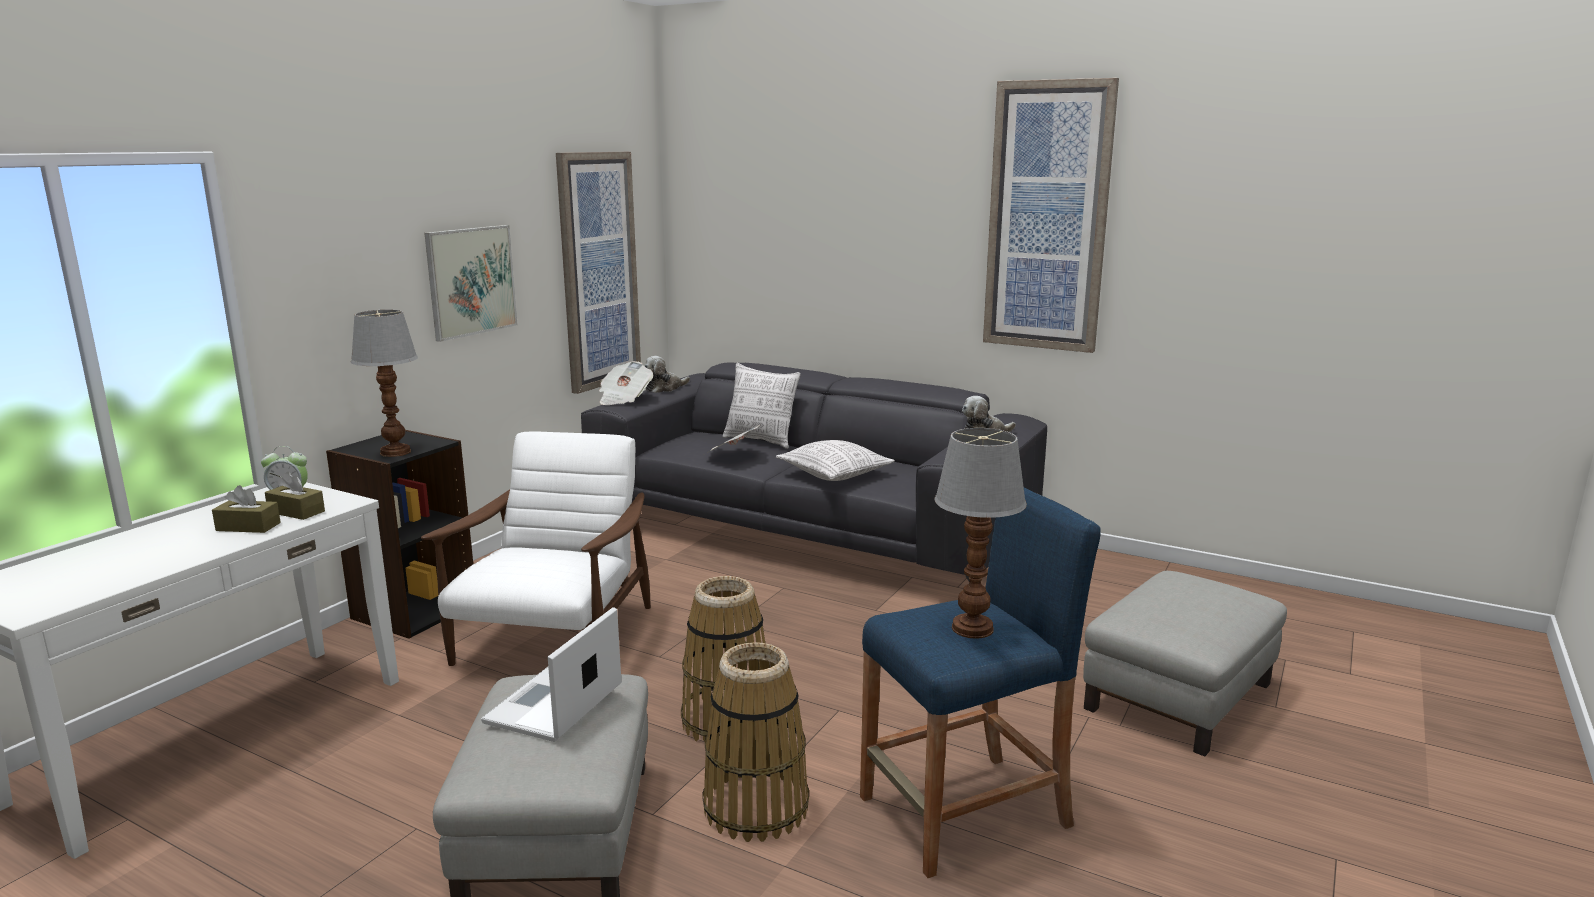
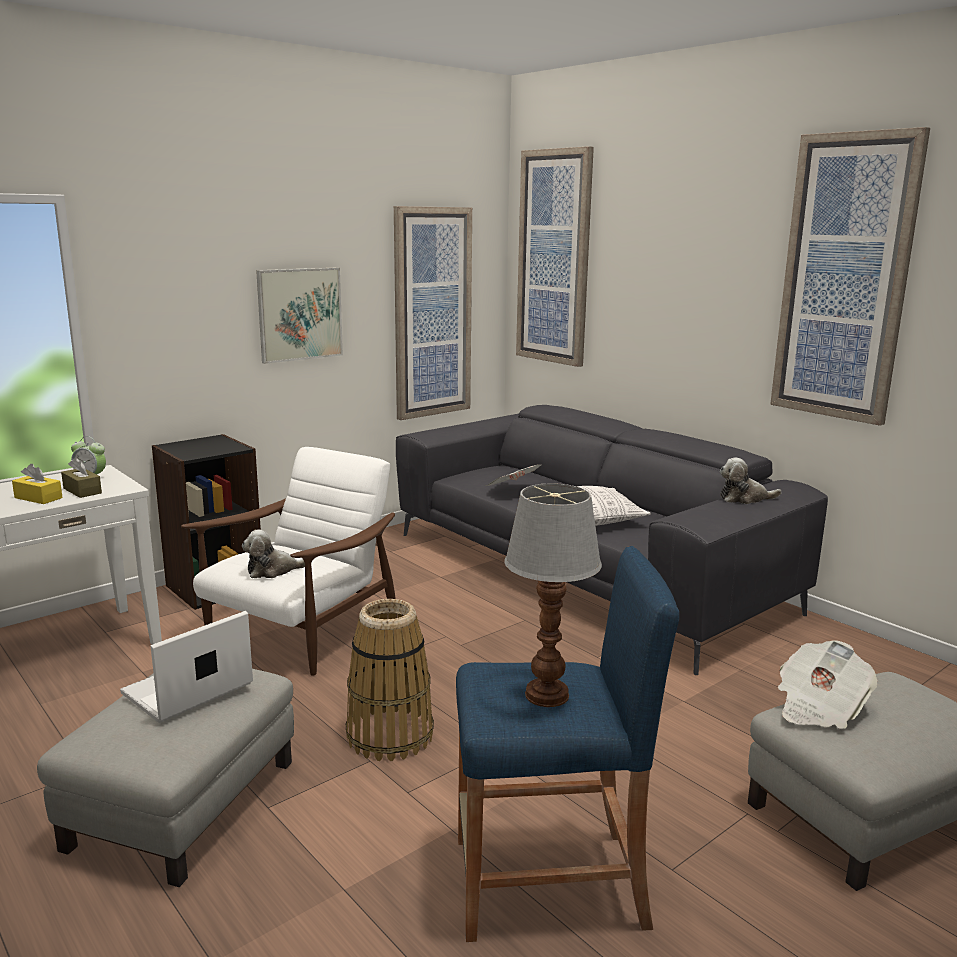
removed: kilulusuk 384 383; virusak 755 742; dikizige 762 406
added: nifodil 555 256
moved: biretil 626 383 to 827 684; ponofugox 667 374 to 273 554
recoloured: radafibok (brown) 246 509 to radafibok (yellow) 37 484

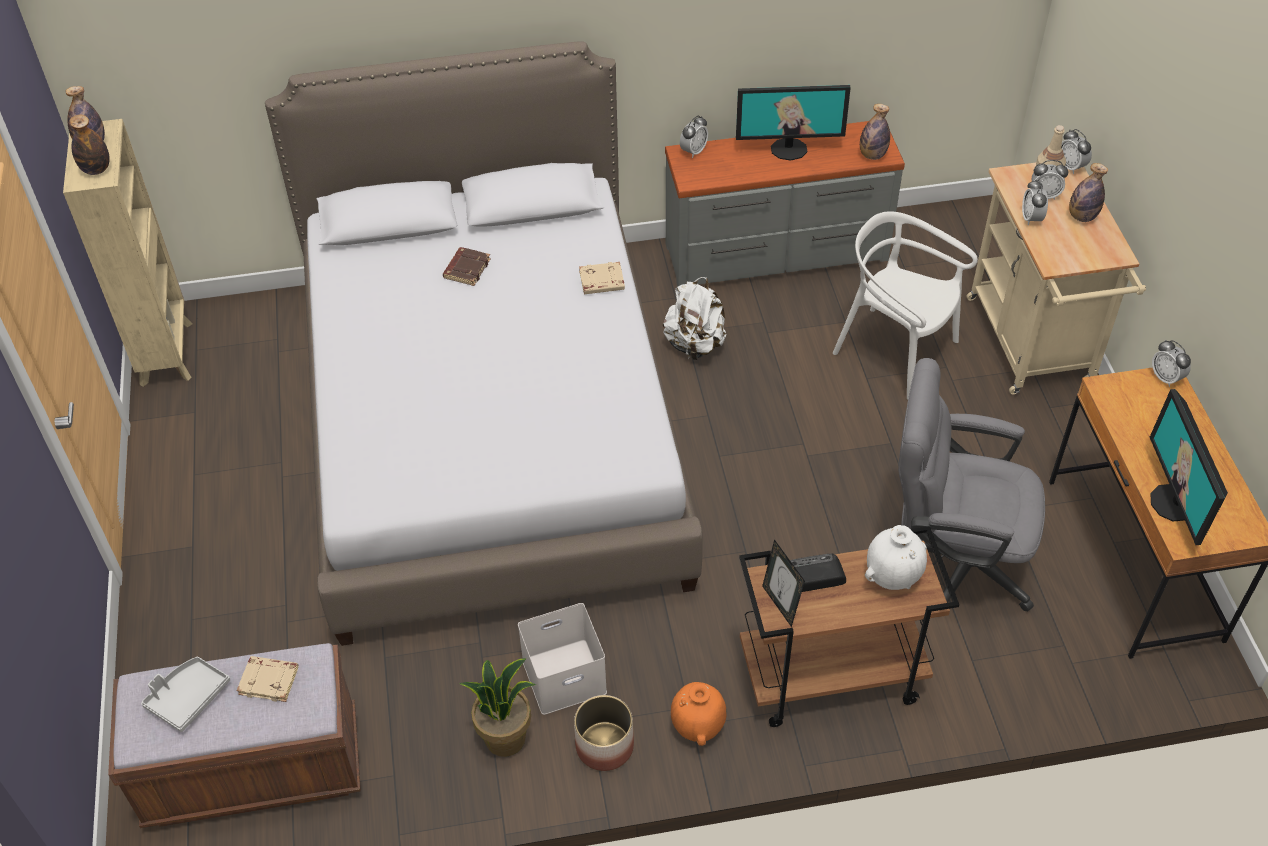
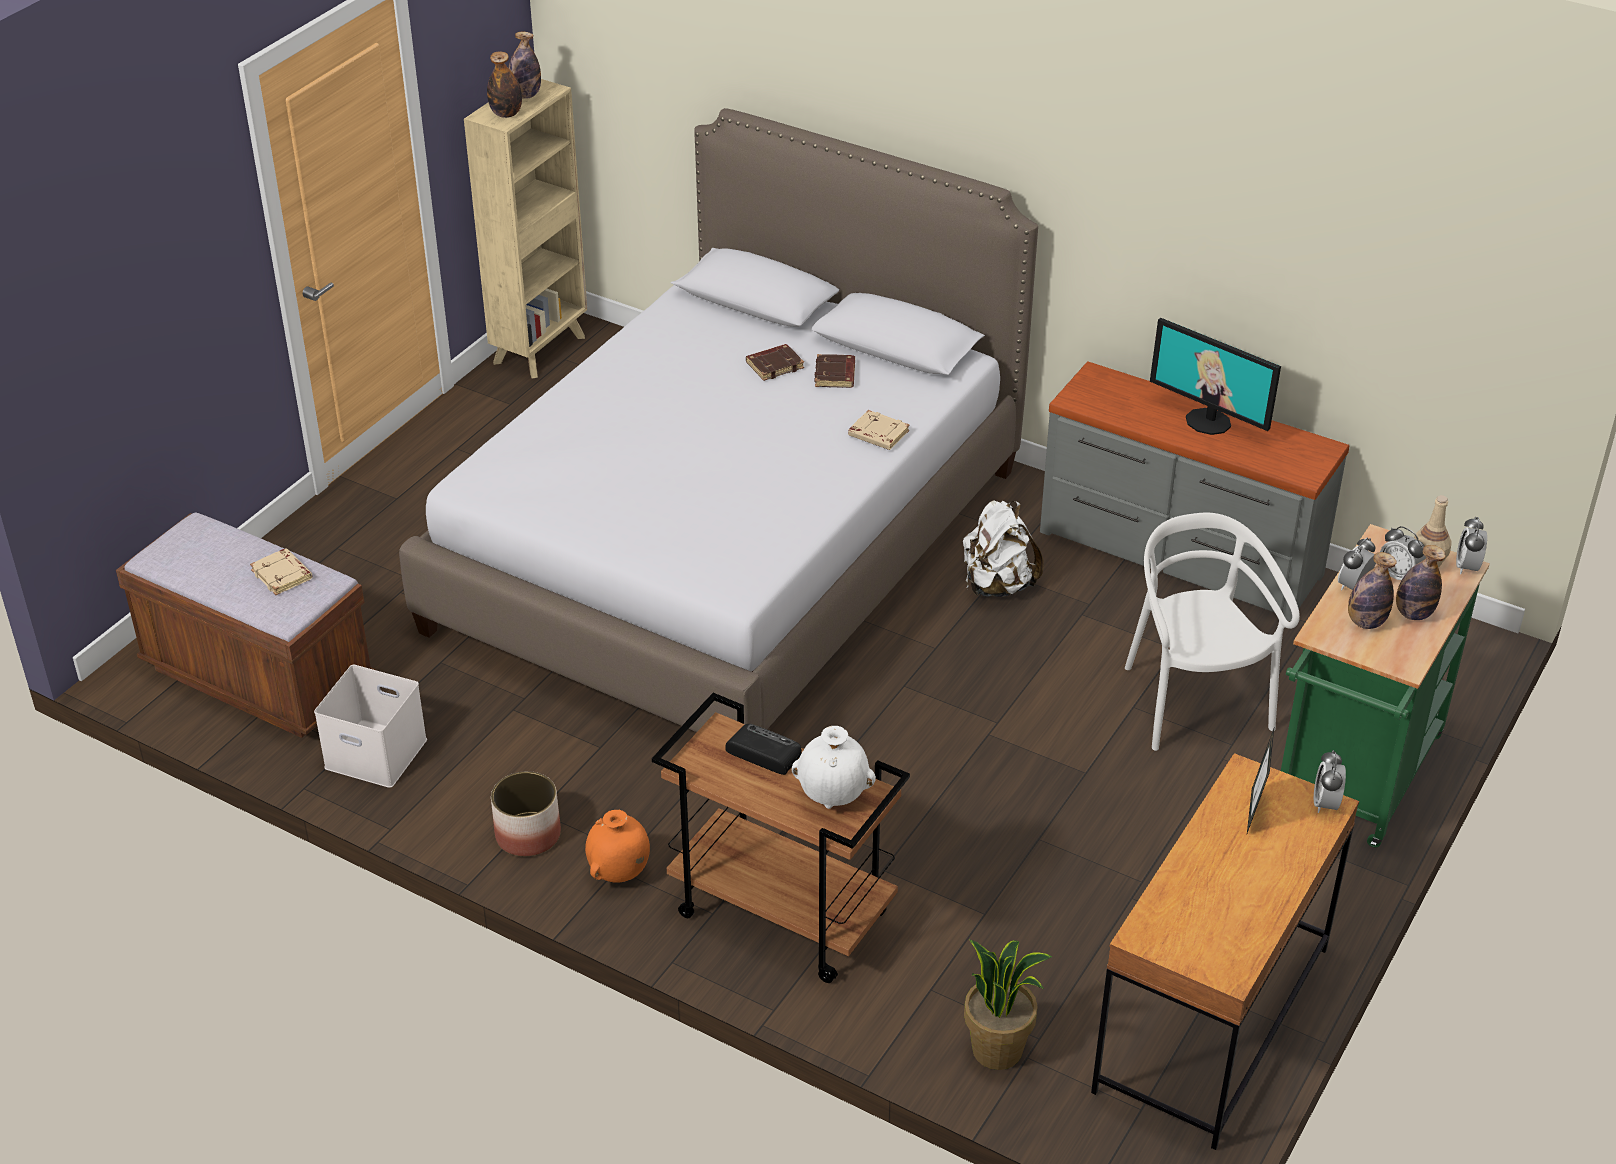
removed: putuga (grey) 185 694; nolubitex 694 137; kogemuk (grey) 971 485; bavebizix 1189 467
added: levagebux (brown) 834 371
moved: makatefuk 497 707 to 1008 1004; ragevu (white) 562 659 to 370 726; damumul 783 583 to 1260 781; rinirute 875 132 to 1372 590
recoloured: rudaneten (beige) 1056 279 to rudaneten (green) 1385 685

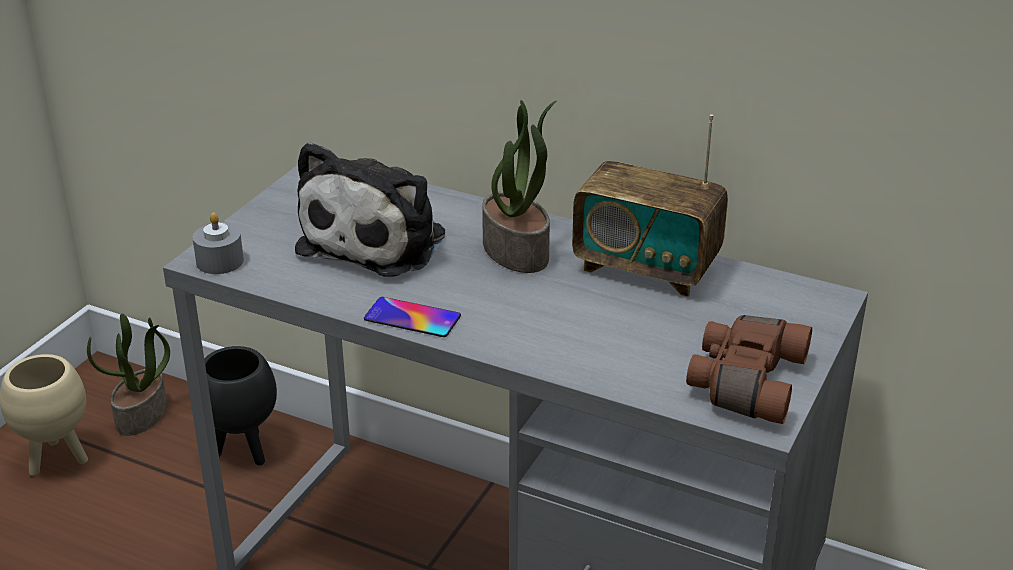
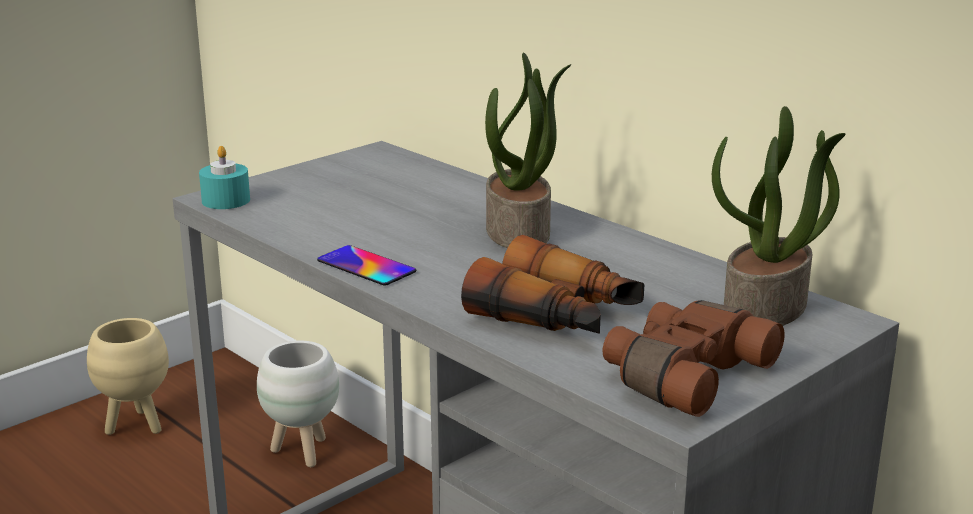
removed: ponofugox 370 209; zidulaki 650 205
added: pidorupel 553 284
moved: makatefuk 128 374 to 778 216
recoloured: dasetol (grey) 218 243 to dasetol (turquoise) 224 177; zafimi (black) 240 405 to zafimi (white) 298 404

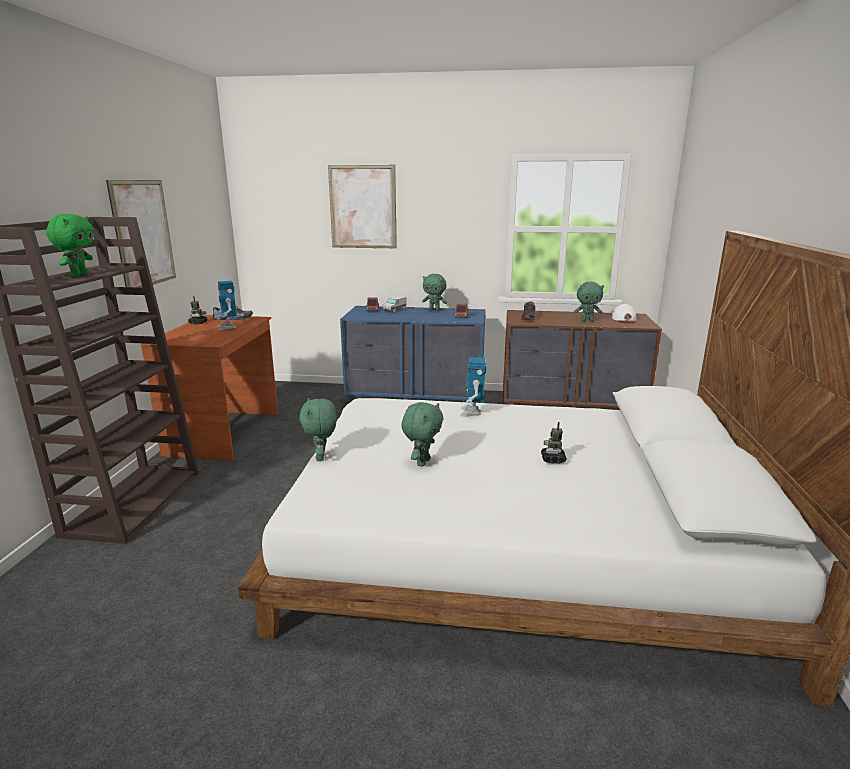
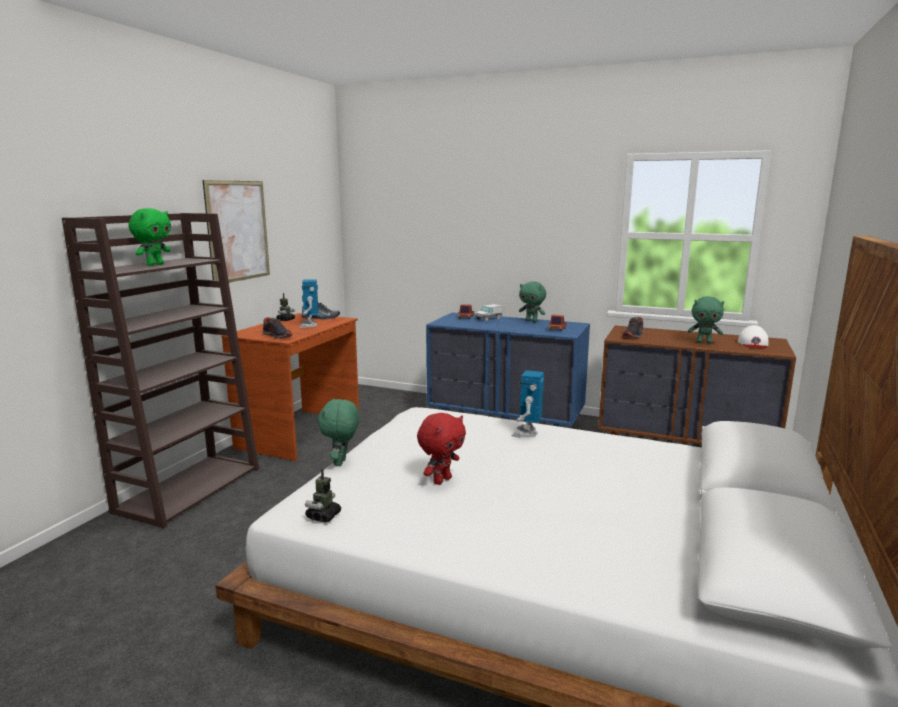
removed: nifodil 362 206
added: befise 277 328
moved: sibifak 554 442 to 323 495
recoloured: ponofugox (green) 422 434 to ponofugox (red) 441 449

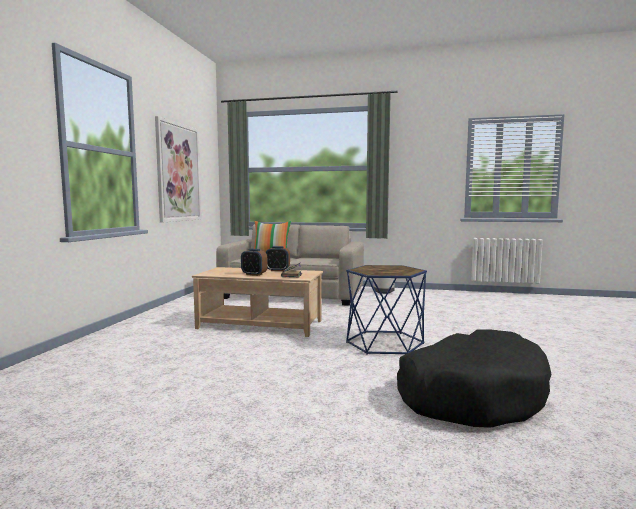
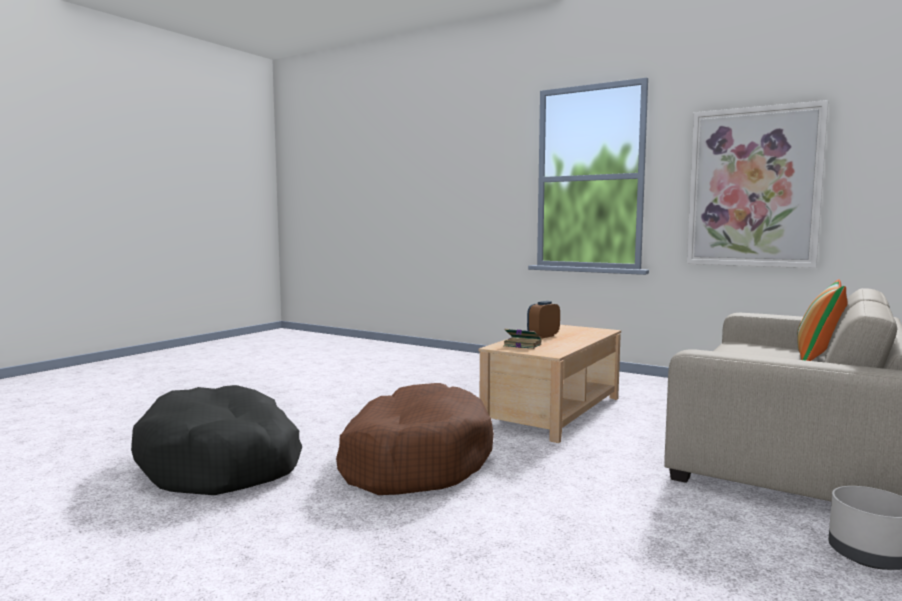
removed: nolubitex 278 258
replaced: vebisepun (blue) 386 310 to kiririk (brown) 415 439

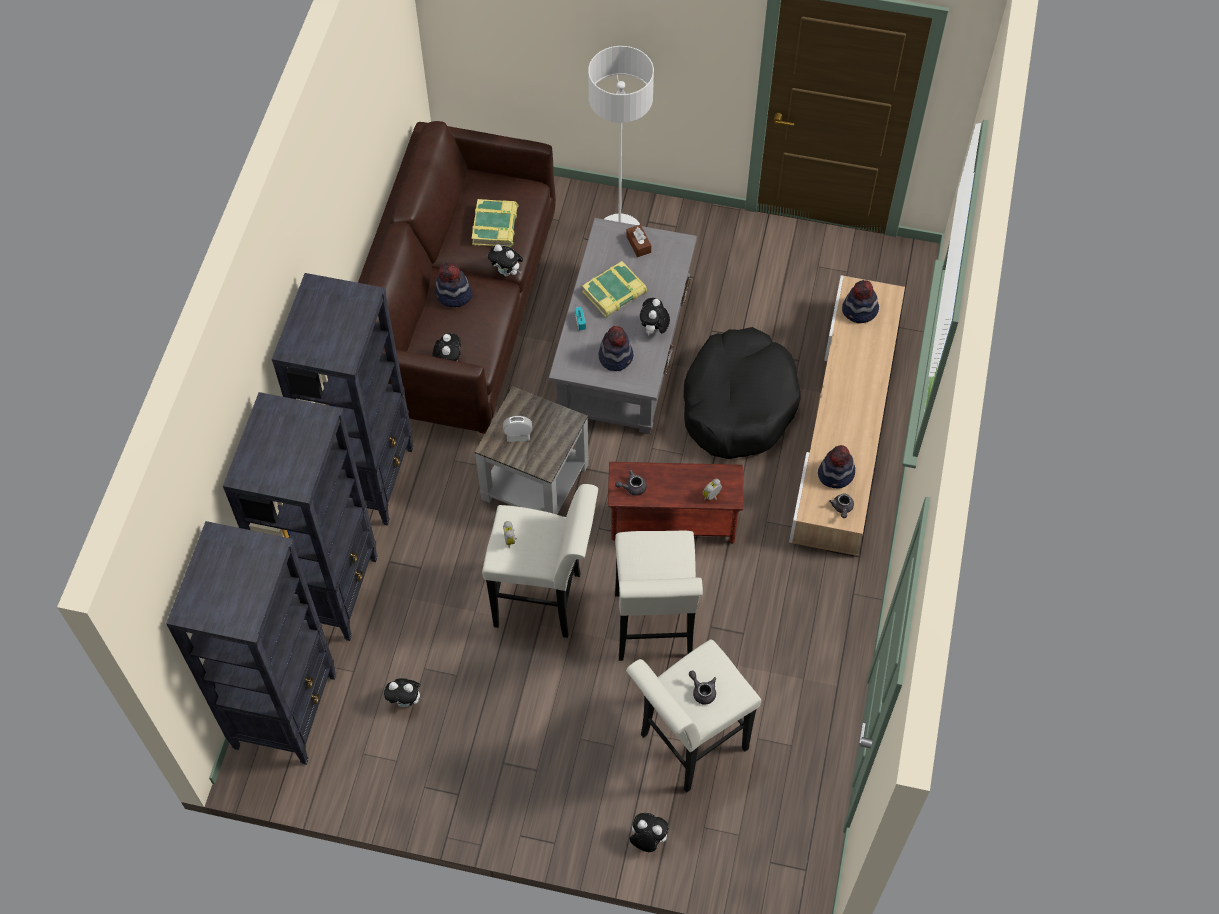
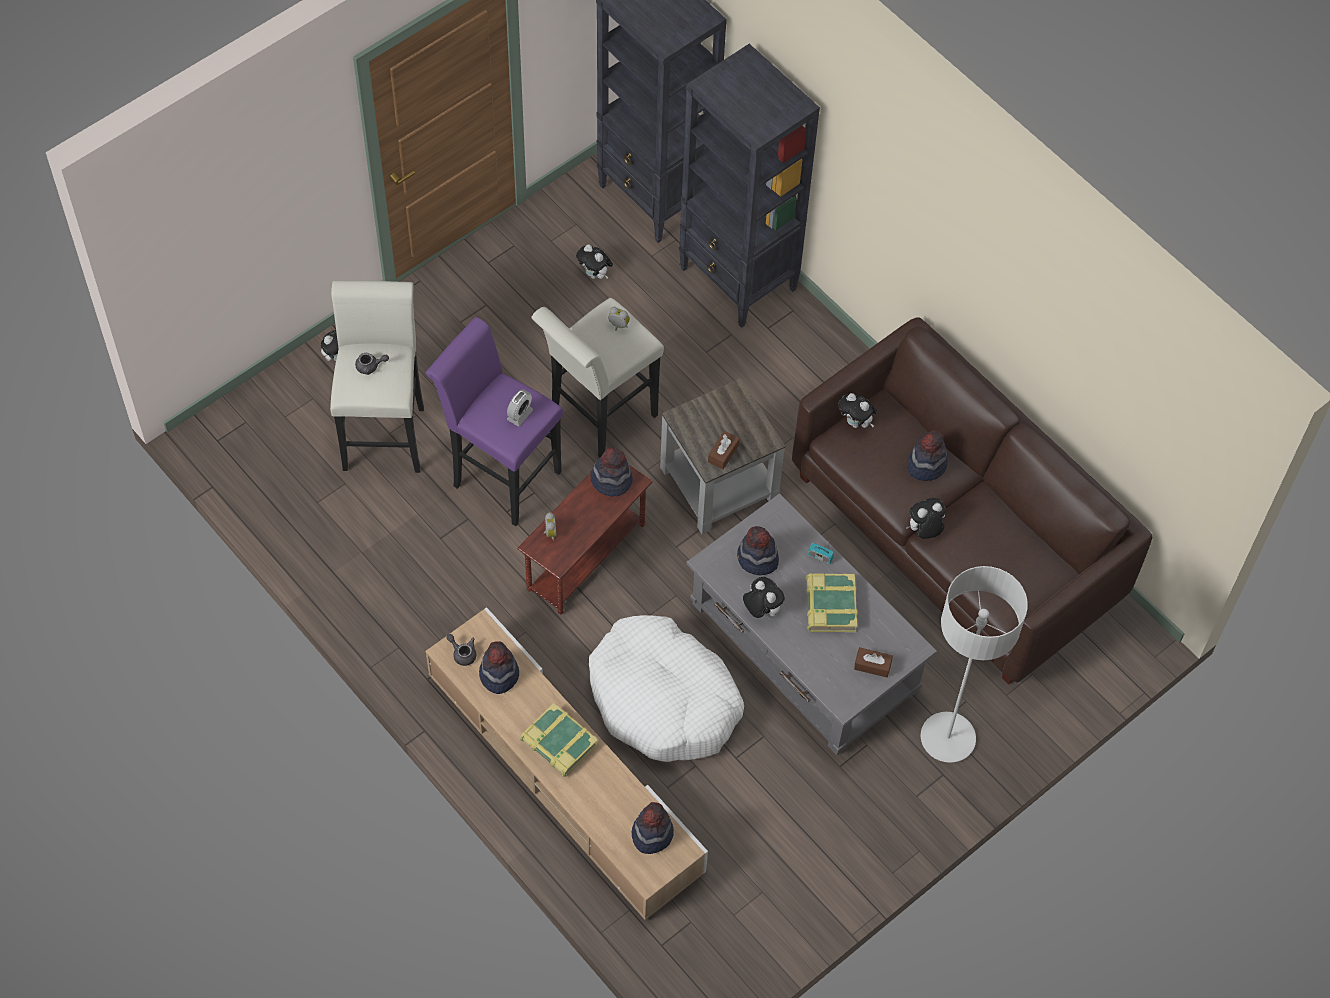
removed: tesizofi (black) 343 399
added: radafibok (brown) 724 450
moved: levagebux 495 223 to 559 740; nolubitex 517 429 to 520 408
replaced: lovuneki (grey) 631 482 to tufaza 611 471
recoloured: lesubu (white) 659 596 to lesubu (purple) 494 421; kiririk (black) 742 393 to kiririk (white) 666 688
turned: ponofugox 404 692 = 594 261 90 degrees counterclockwise

